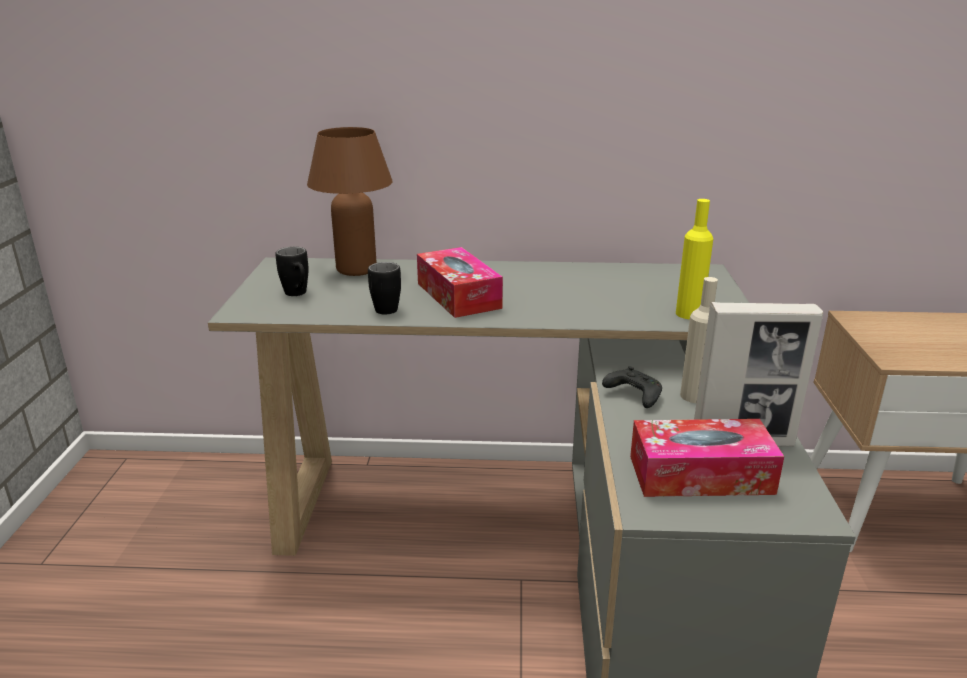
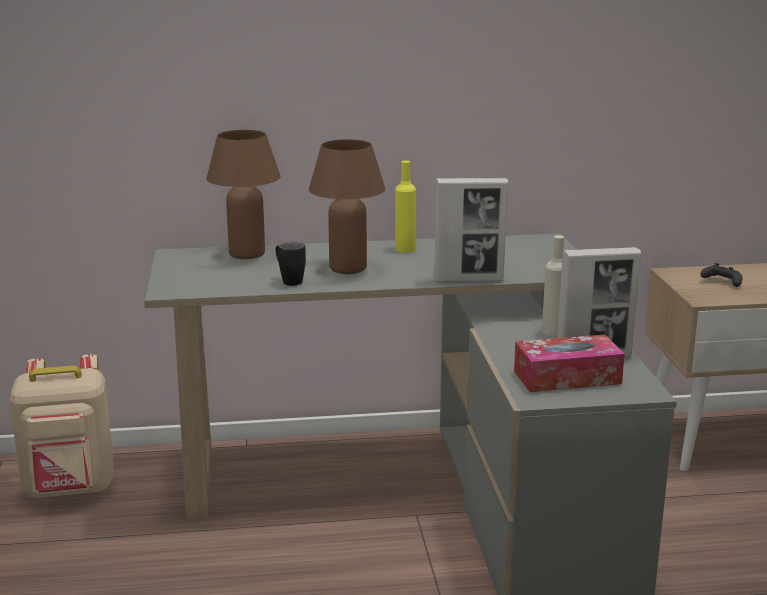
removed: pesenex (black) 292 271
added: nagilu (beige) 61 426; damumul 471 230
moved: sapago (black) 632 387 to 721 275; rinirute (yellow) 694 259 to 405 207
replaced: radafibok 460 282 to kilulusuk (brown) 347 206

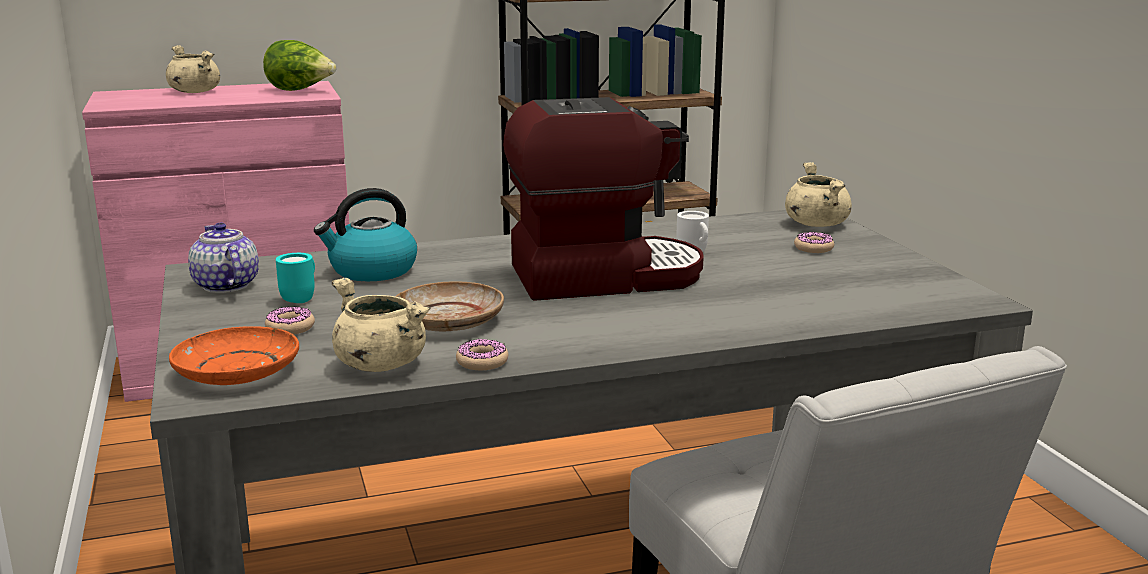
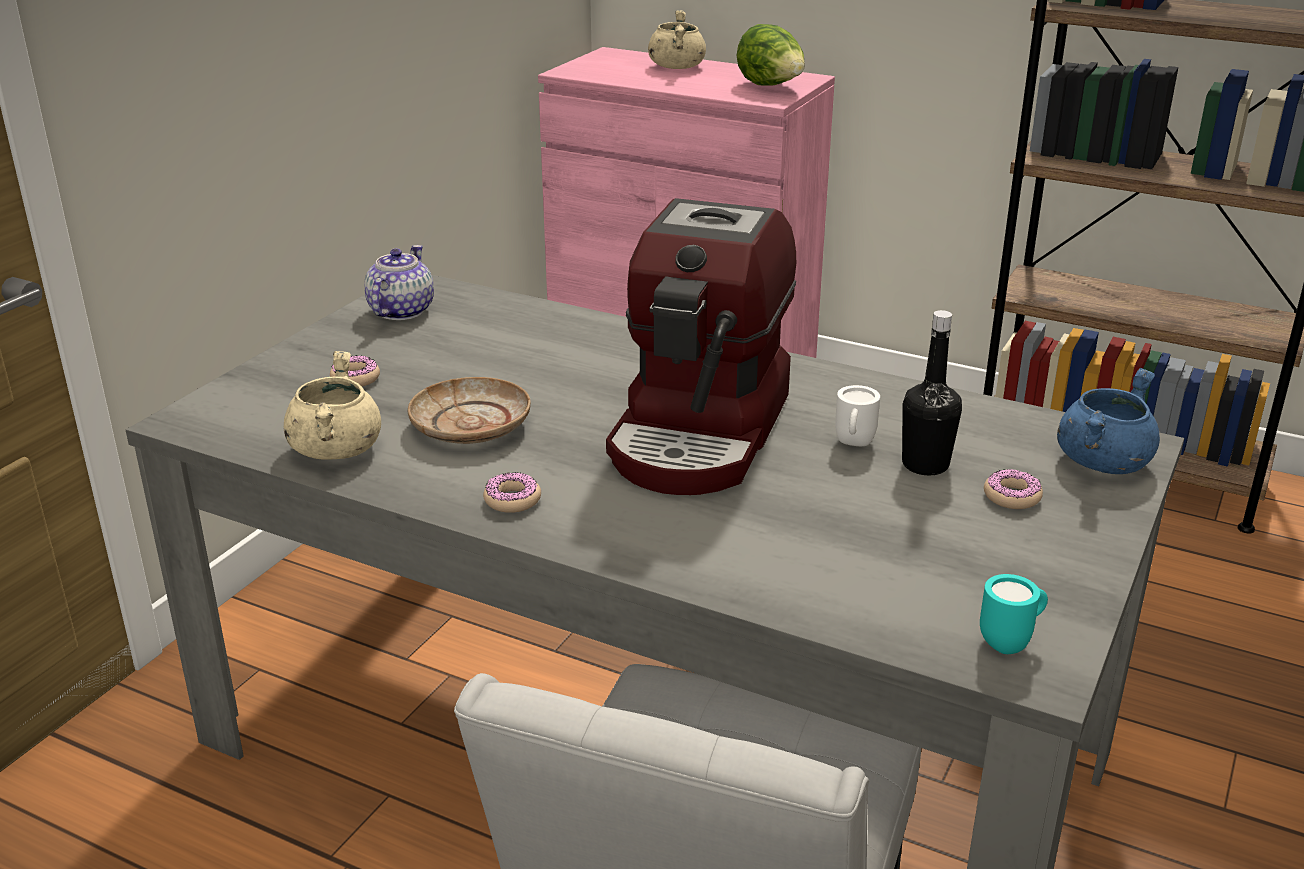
removed: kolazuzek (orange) 234 355; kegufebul 365 234
added: rinirute (black) 932 392
moved: pesenex (turquoise) 295 278 to 1014 614; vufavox 482 354 to 512 492
recoloured: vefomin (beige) 818 194 to vefomin (blue) 1108 421
turned: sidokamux 603 199 = 701 346 75 degrees clockwise

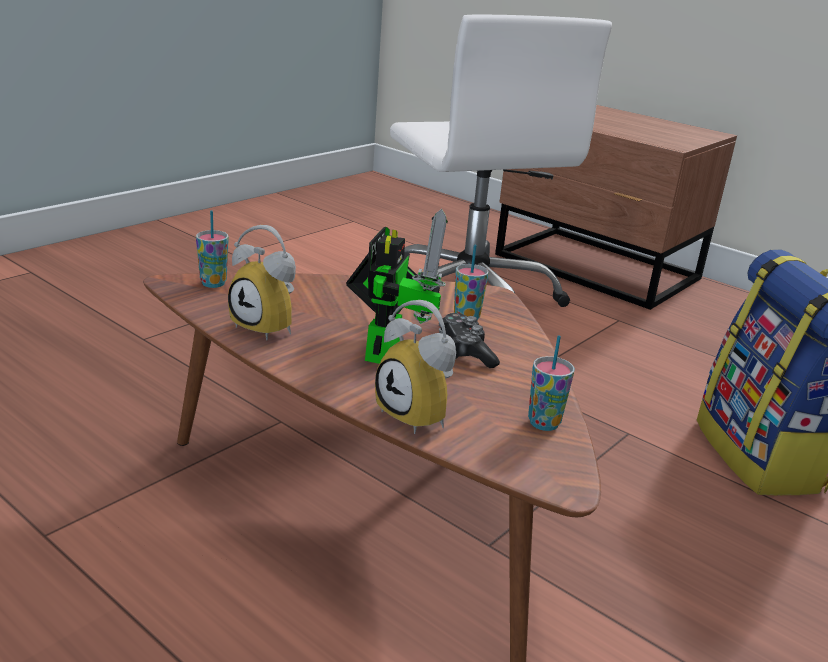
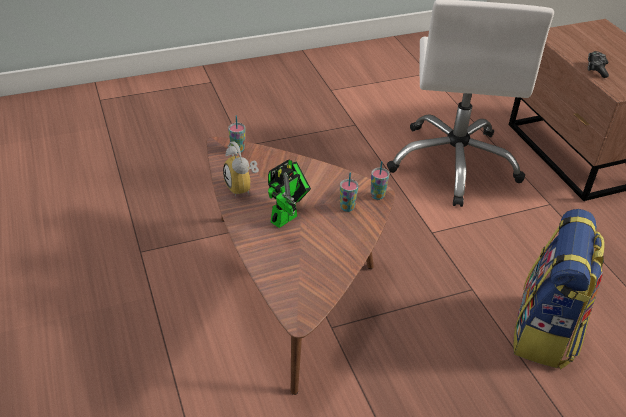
removed: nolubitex 415 367
moved: sapago 469 340 to 598 64; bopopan 551 383 to 380 180

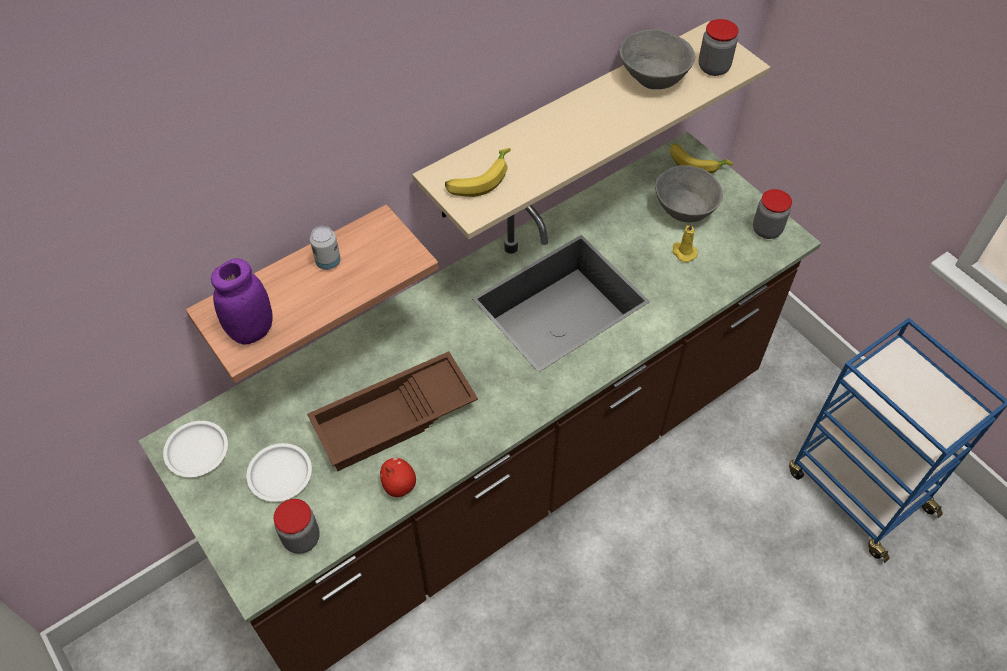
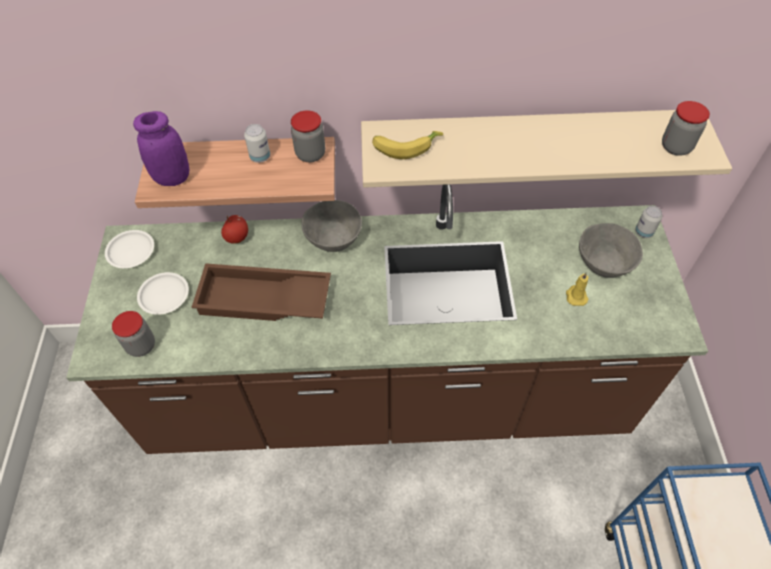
moved: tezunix 398 477 to 234 229; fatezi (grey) 657 59 to 331 226; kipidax 772 214 to 308 136
replaced: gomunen 701 159 to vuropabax 648 222

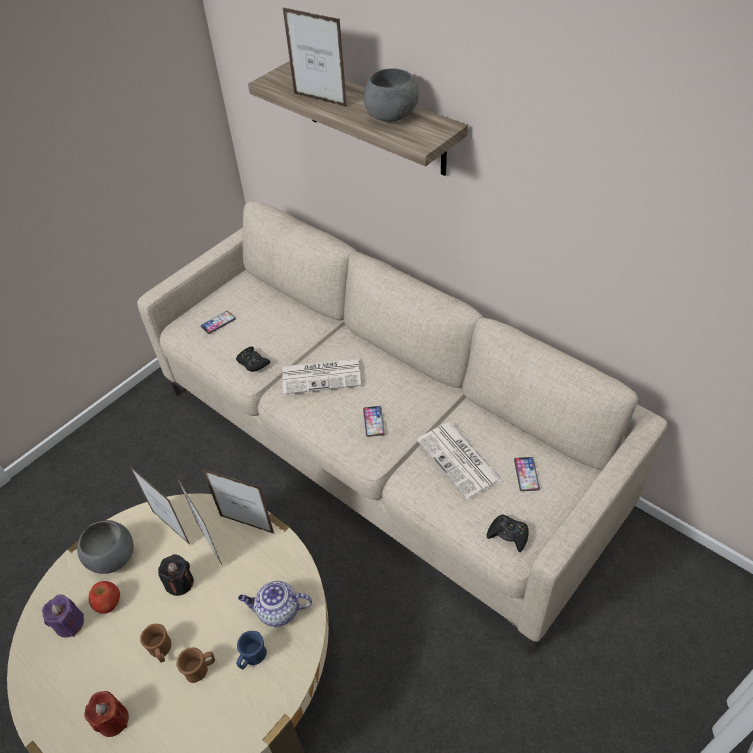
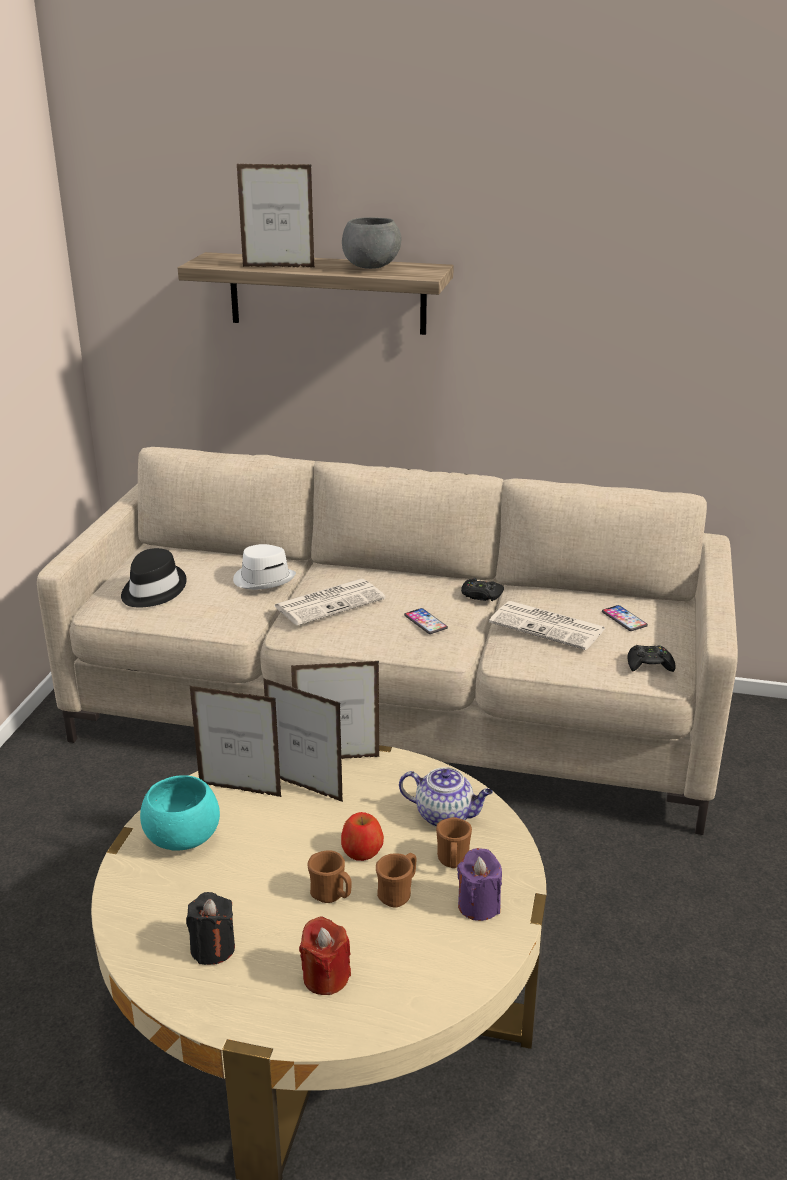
added: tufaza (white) 264 567
moved: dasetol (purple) 63 616 to 479 884; tezunix 104 597 to 362 836; dasetol (black) 176 575 to 210 928; sapago (black) 253 359 to 482 589
replaced: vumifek 218 322 to tufaza (black) 154 577
recoloured: fatezi (grey) 105 547 to fatezi (turquoise) 180 813; pesenex (blue) 251 650 to pesenex (brown) 454 842
turned: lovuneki 275 604 = 446 797 135 degrees counterclockwise

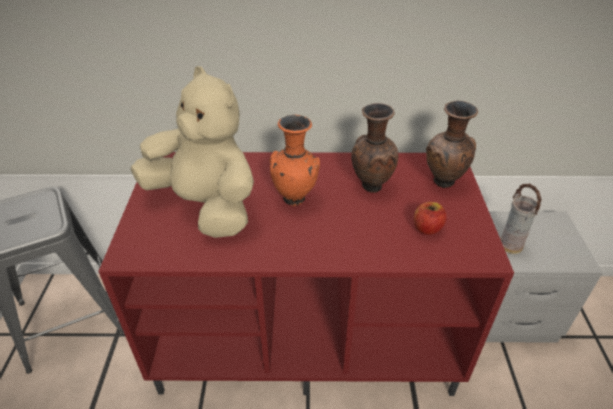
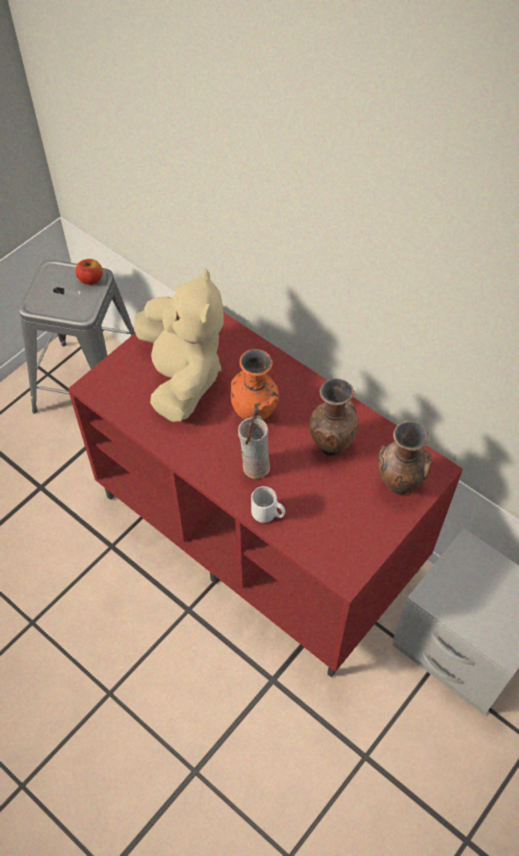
added: pesenex (white) 268 504
moved: tezunix 430 218 to 89 272; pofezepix 521 219 to 254 443

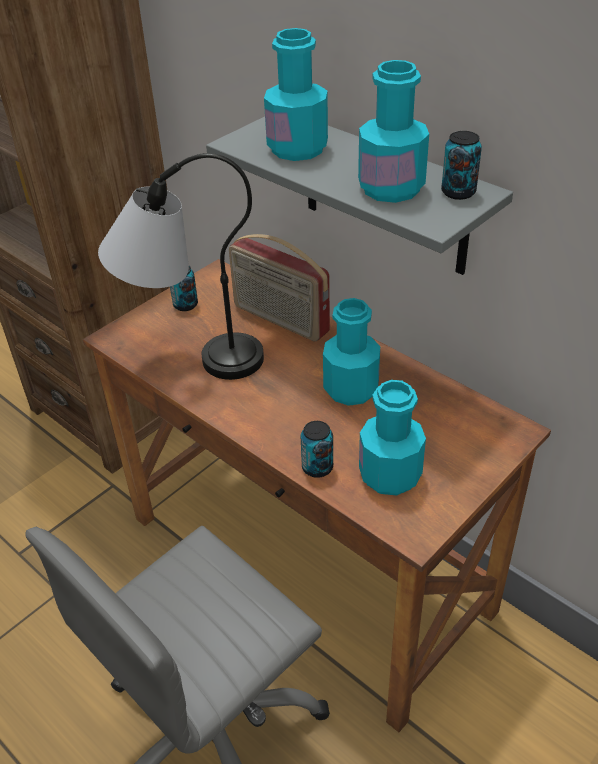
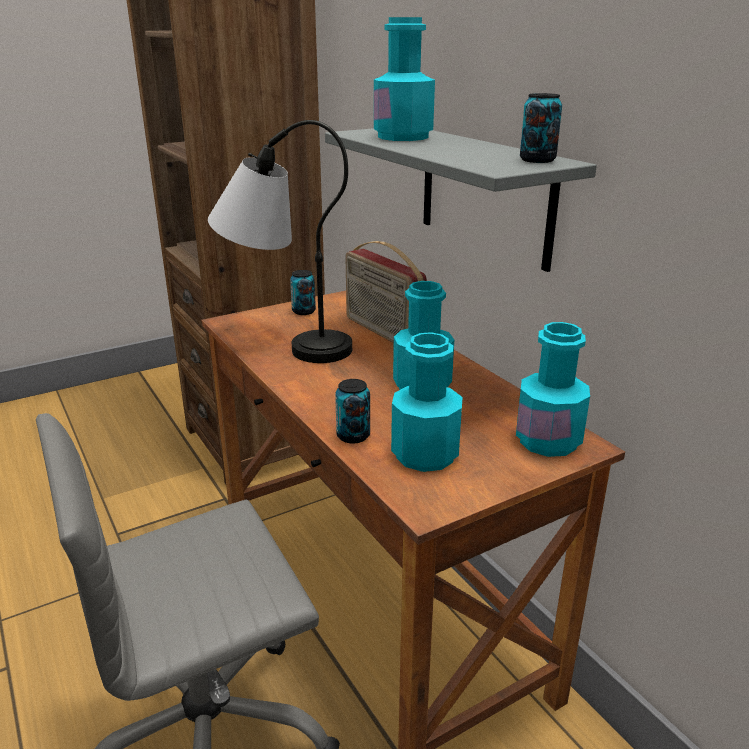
moved: rinirute (turquoise) 393 131 to 553 389

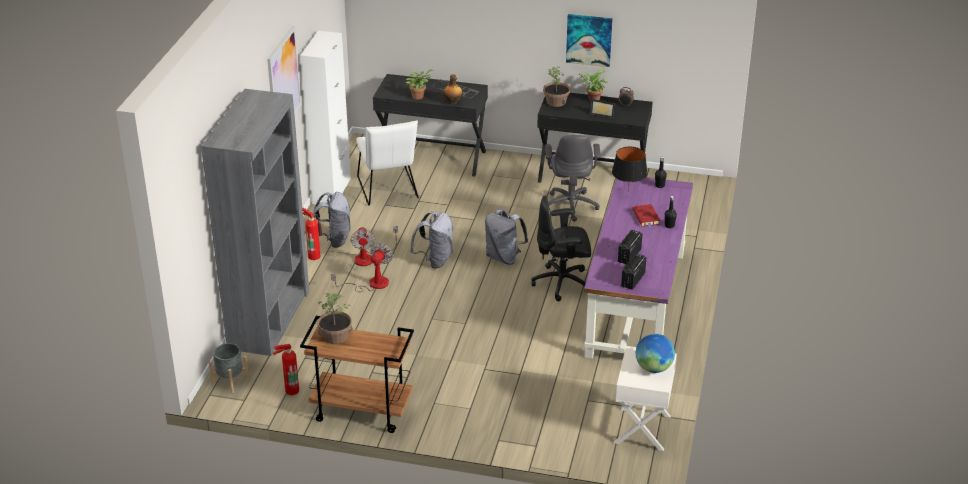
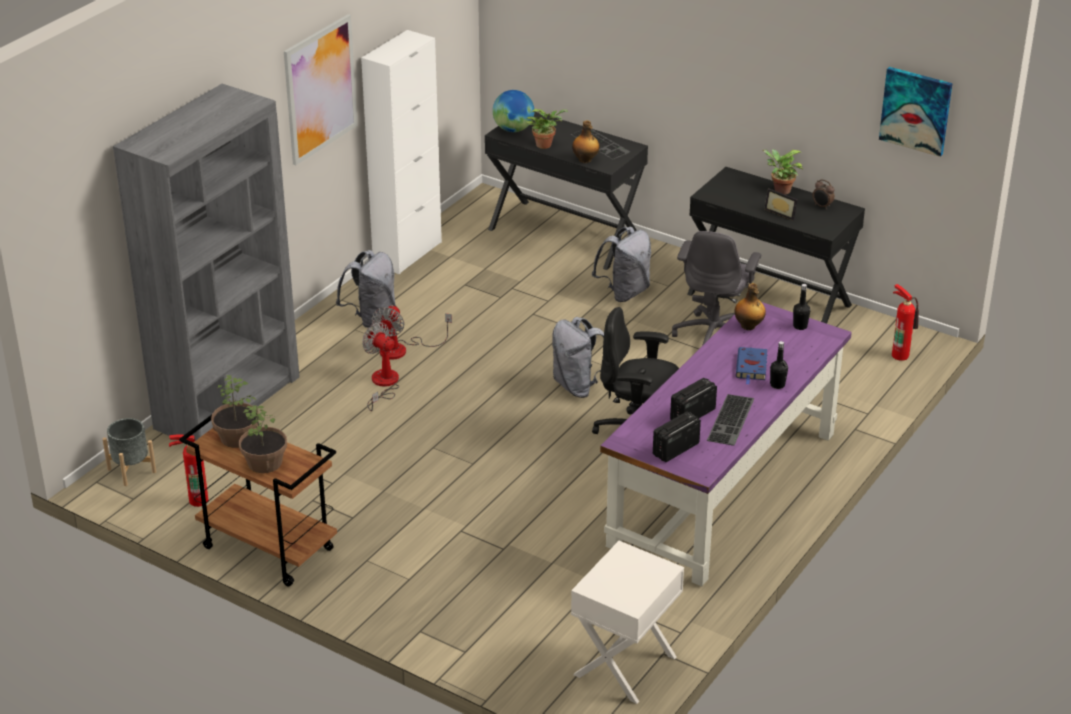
removed: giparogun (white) 387 163
added: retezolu 731 420
moved: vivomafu 312 233 to 905 322; nagilu (grey) 432 240 to 621 264; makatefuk 556 87 to 263 439; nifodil 589 40 to 916 112; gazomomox 655 353 to 513 111
replaced: kilulusuk (black) 629 169 to rinirute 750 306
recoloured: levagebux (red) 646 216 to levagebux (blue) 751 366
turned: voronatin 362 267 = 380 366 90 degrees counterclockwise

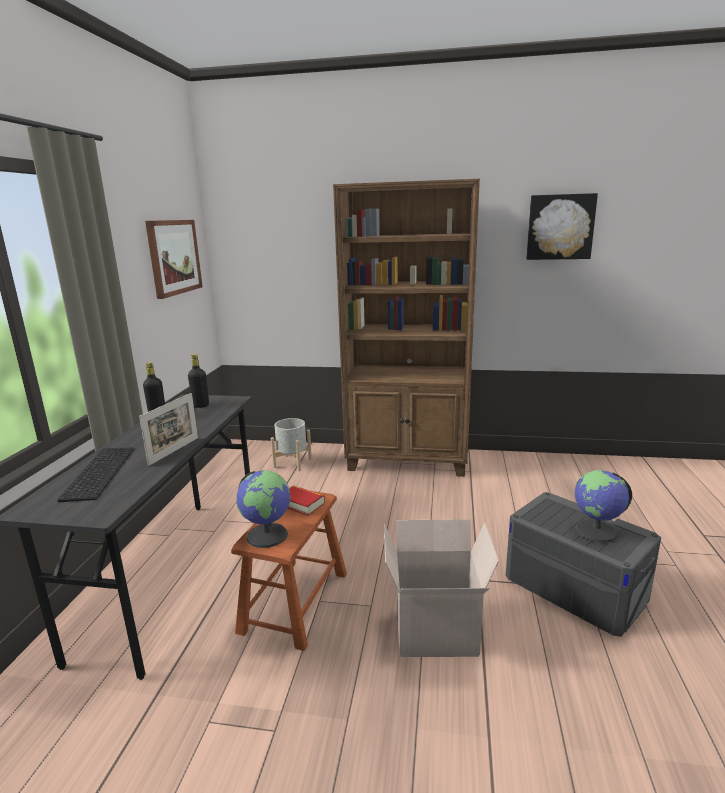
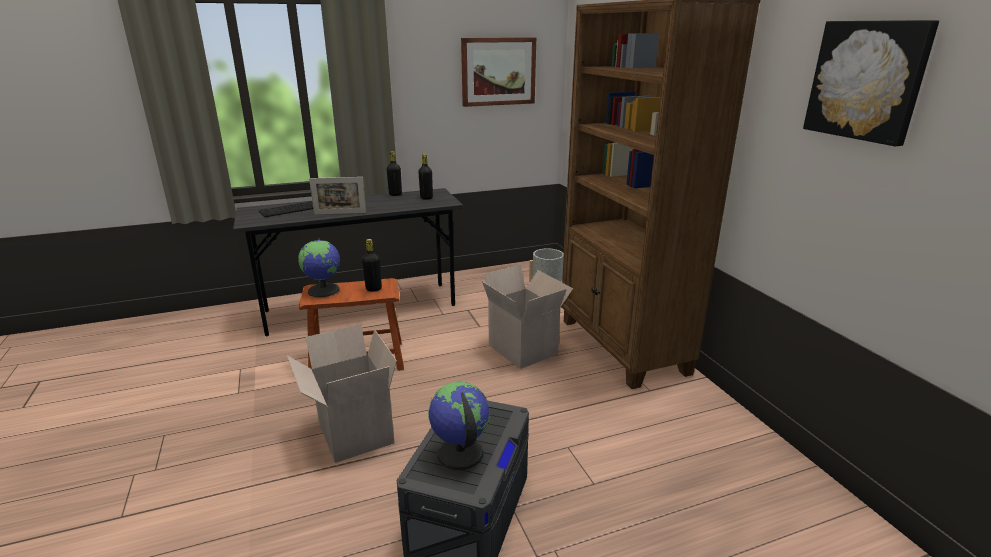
added: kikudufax 527 316
replaced: levagebux 306 501 to rinirute (black) 372 265

